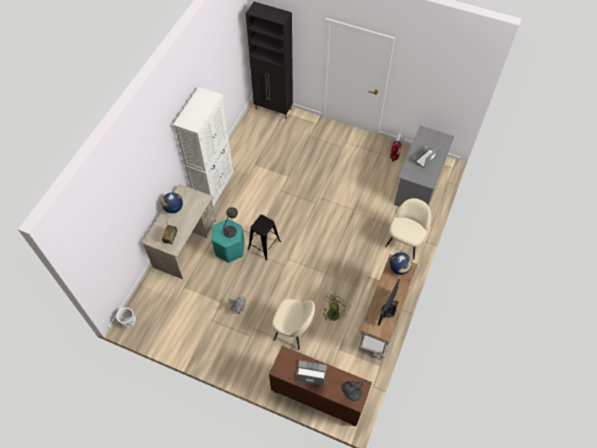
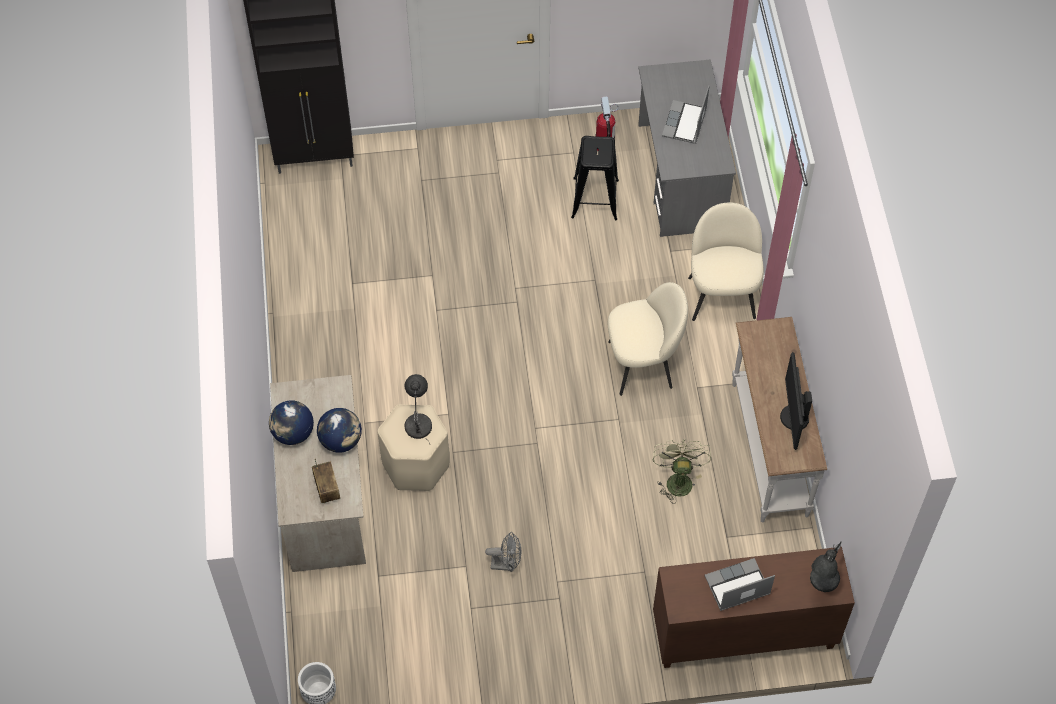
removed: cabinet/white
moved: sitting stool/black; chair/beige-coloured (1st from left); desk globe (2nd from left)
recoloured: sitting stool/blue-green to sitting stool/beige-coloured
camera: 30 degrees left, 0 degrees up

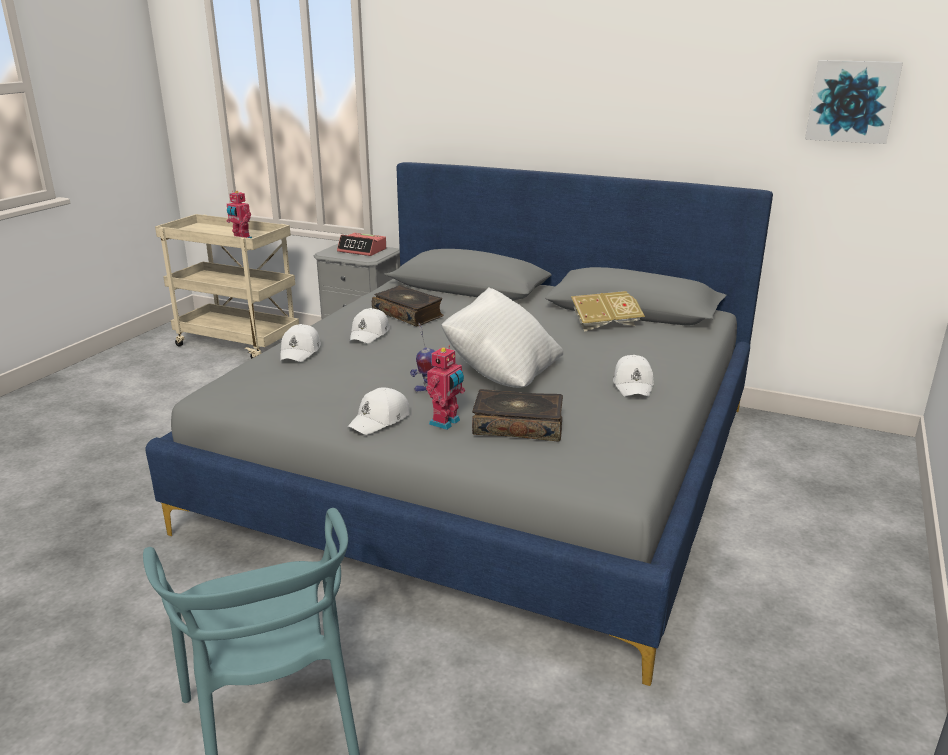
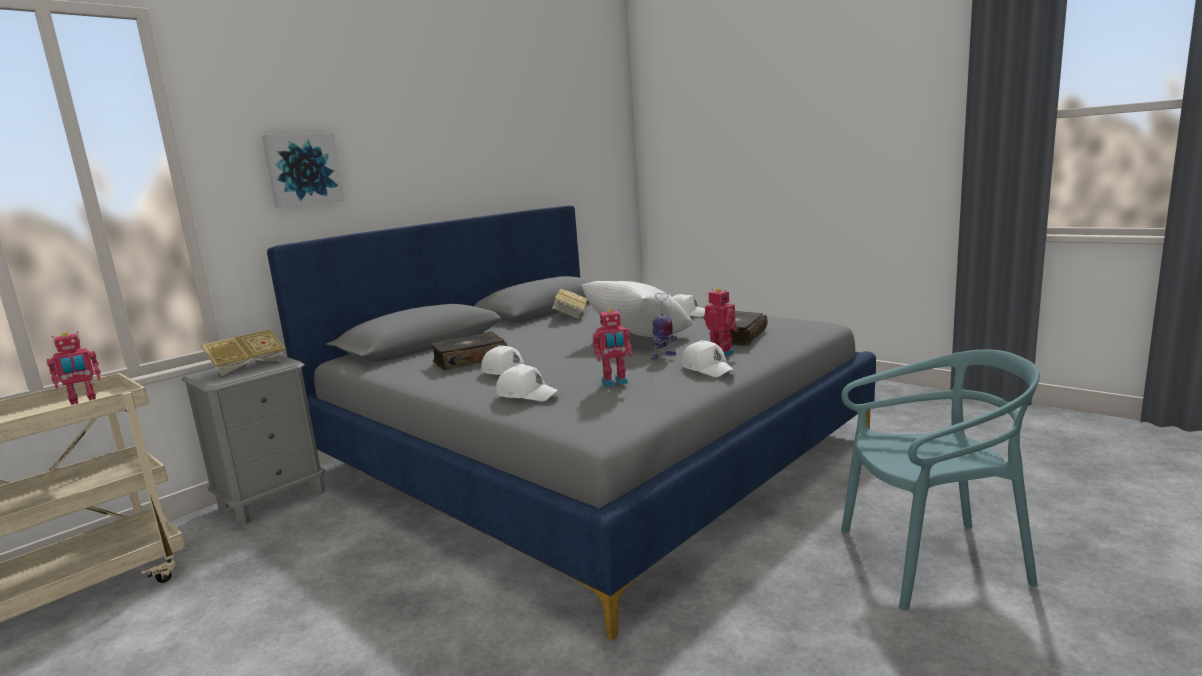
added: model robot (2nd from left)
moved: picture
replaced: alarm clock to book (1st from left)
camera: 70 degrees left, 10 degrees down

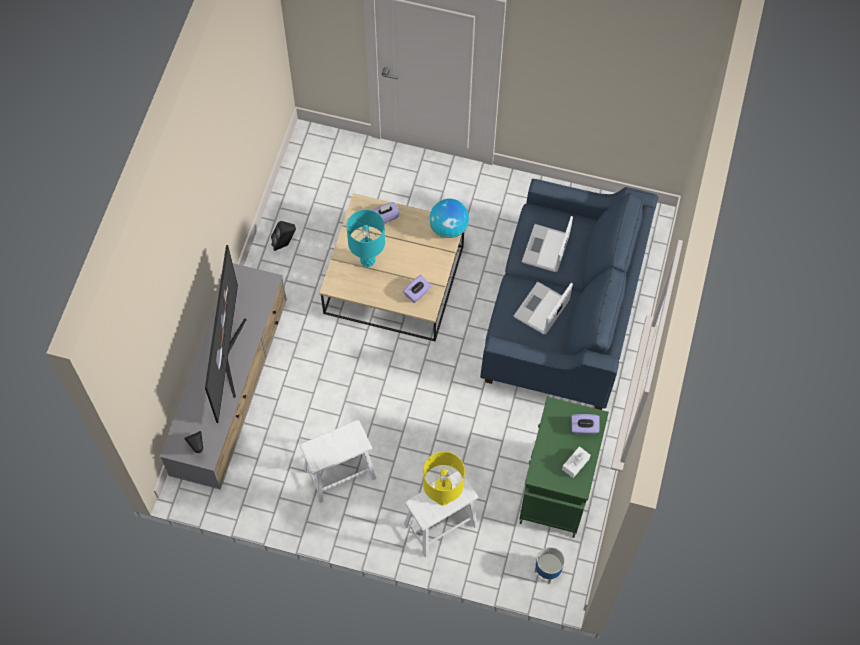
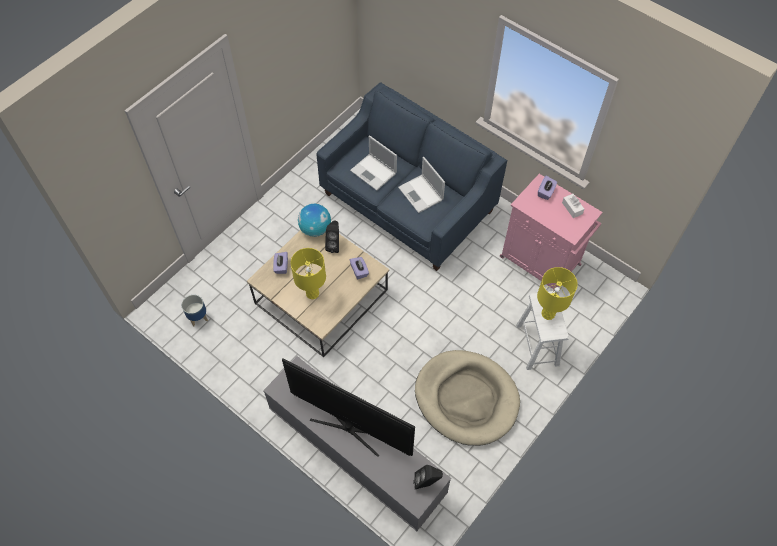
moved: speaker/black (2nd from left in the first image) to speaker/black (1st from left); planter
replaced: sitting stool/white (1st from left) to pet bed/beige-coloured
recoloured: lamp for a table/blue-green to lamp for a table/yellow (1st from left); cabinet/greenish to cabinet/pink
camera: 65 degrees left, 5 degrees down

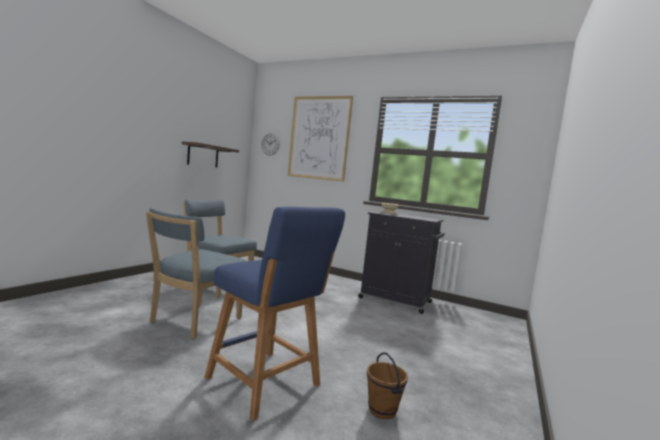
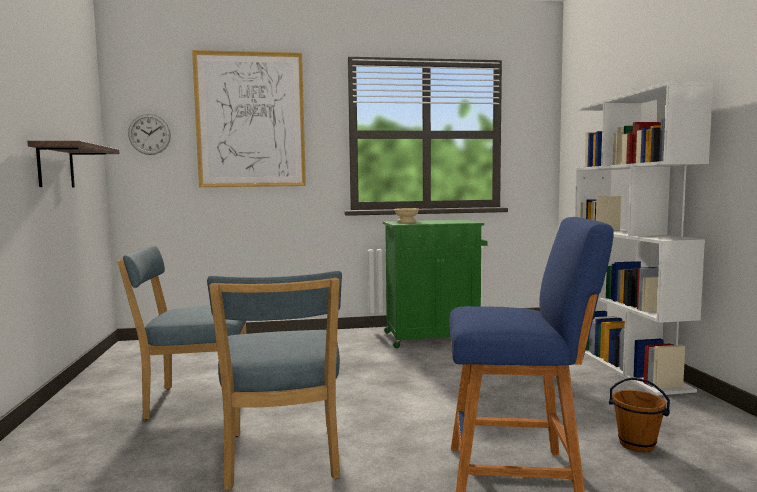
added: shelving unit/white
recoloured: cabinet/black to cabinet/greenish
camera: 35 degrees left, 0 degrees up

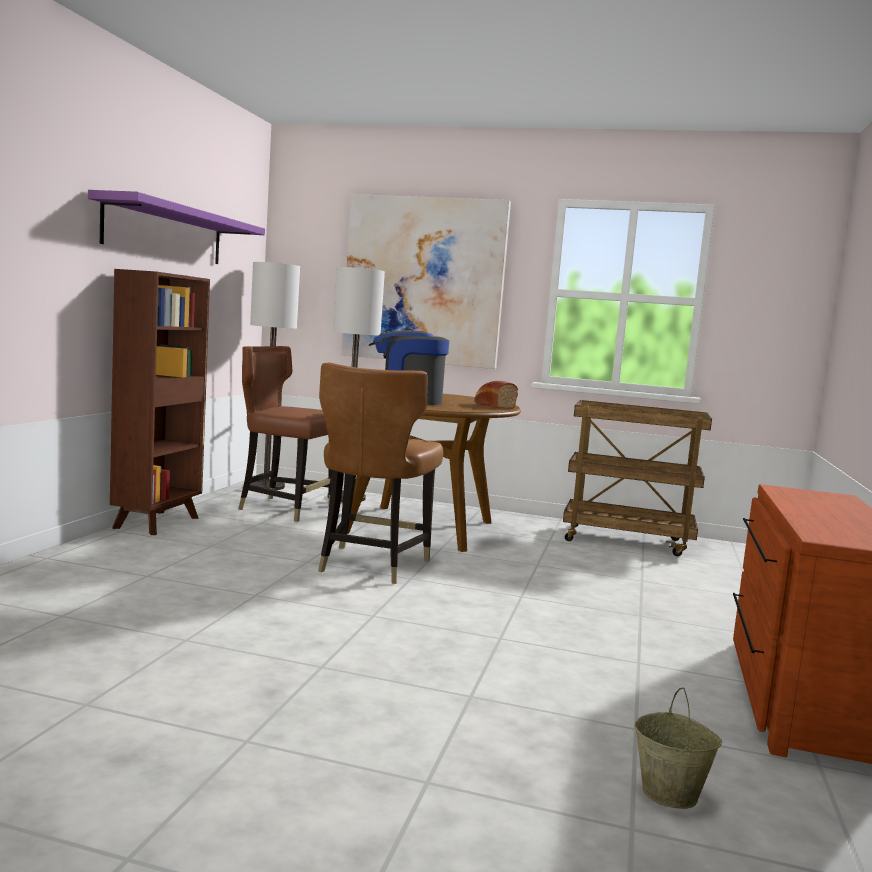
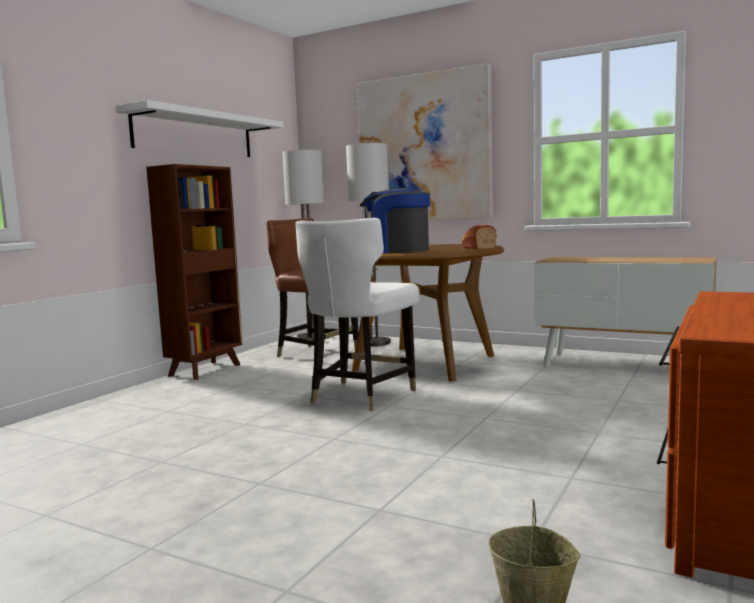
replaced: wheeled cart/brown-coloured to cabinet
recoloured: shelf/purplish to shelf/white; chair/brown-coloured (2nd from left) to chair/white
camera: 15 degrees right, 0 degrees up

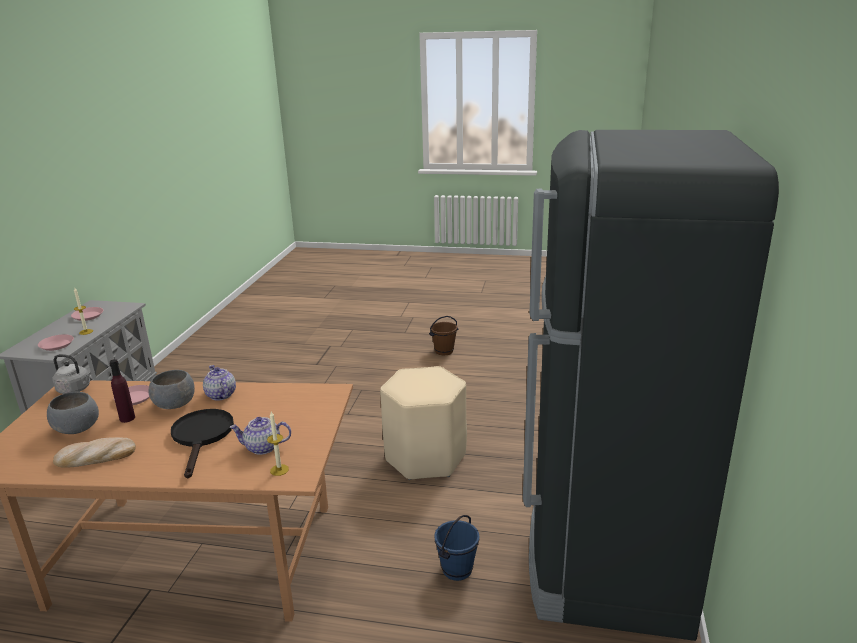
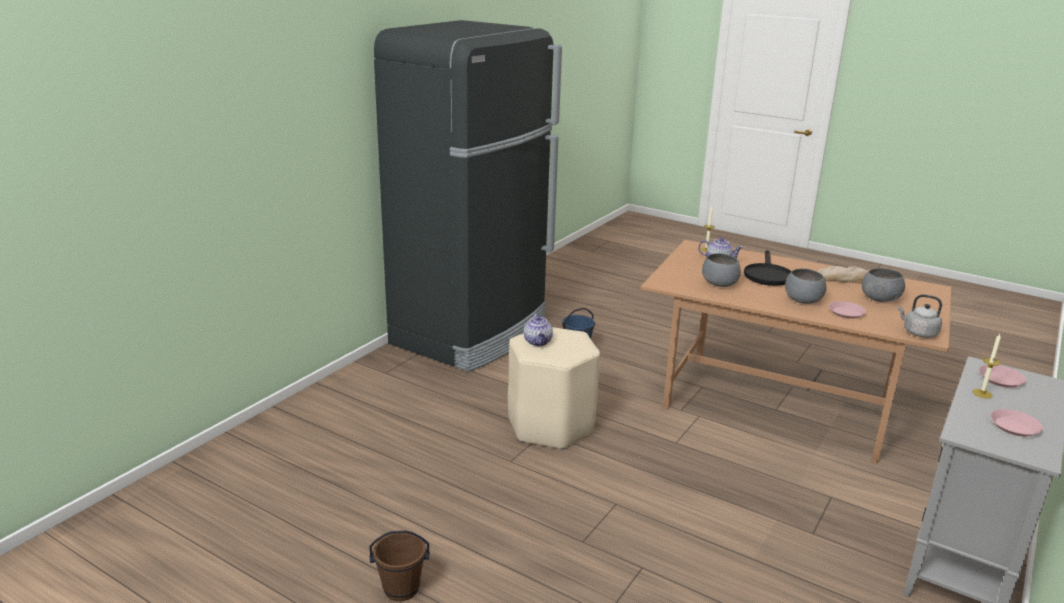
removed: bottle/purplish
added: deep dish/gray (1st from left)
moved: teapot (1st from left)
camera: 160 degrees left, 0 degrees up

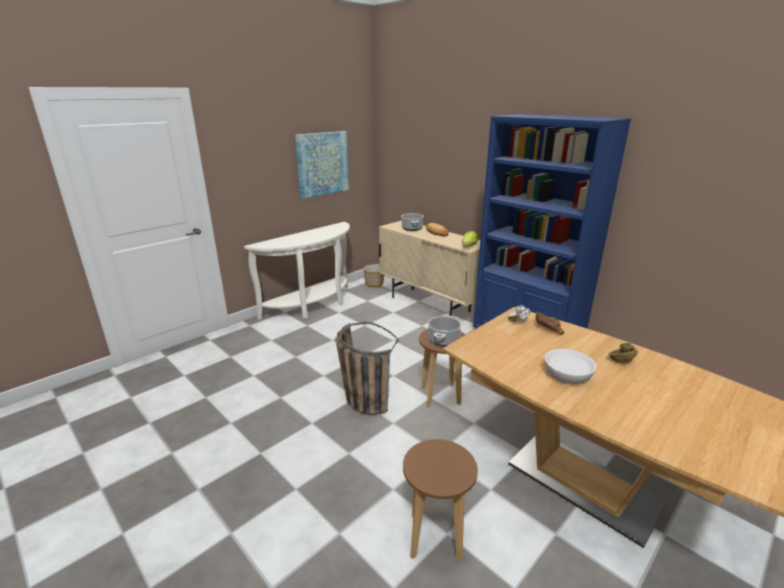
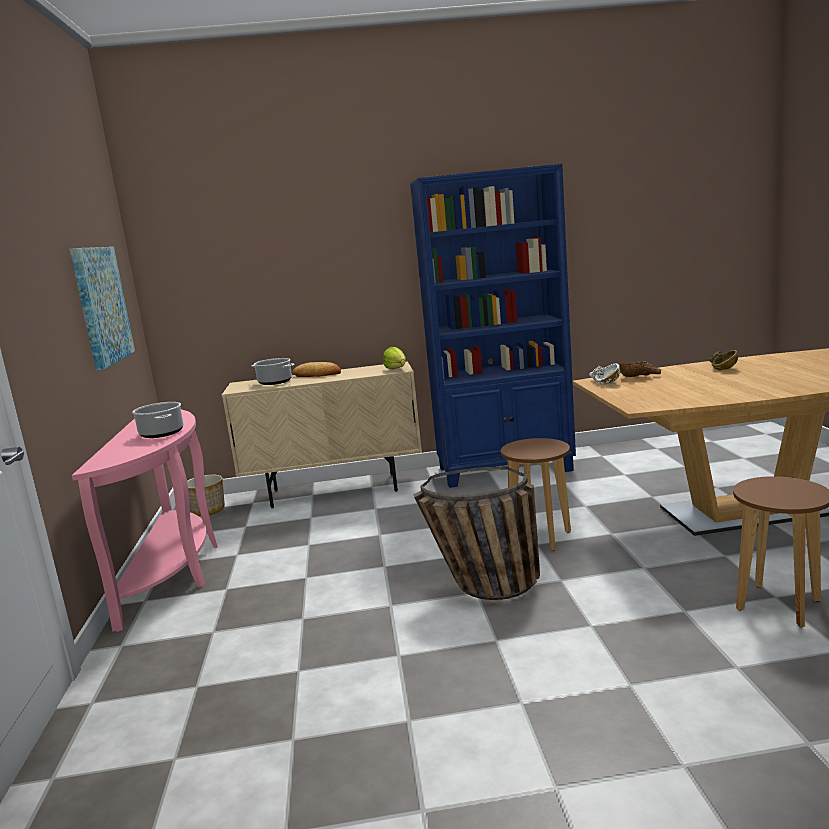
removed: deep dish/white (2nd from left)
moved: stockpot (2nd from left in the first image) to stockpot (1st from left)
recoloured: hall table/white to hall table/pink
camera: 50 degrees left, 10 degrees down

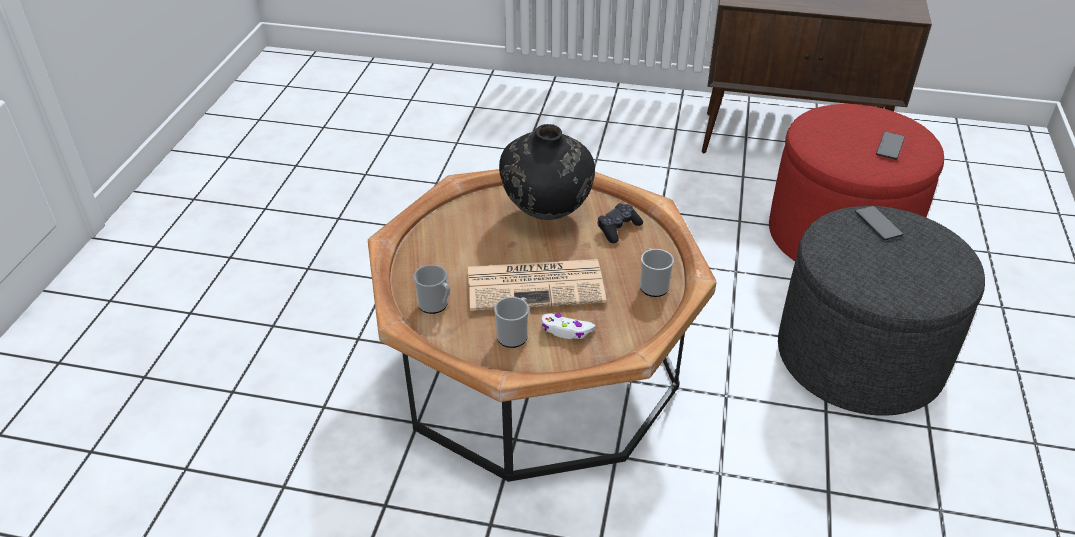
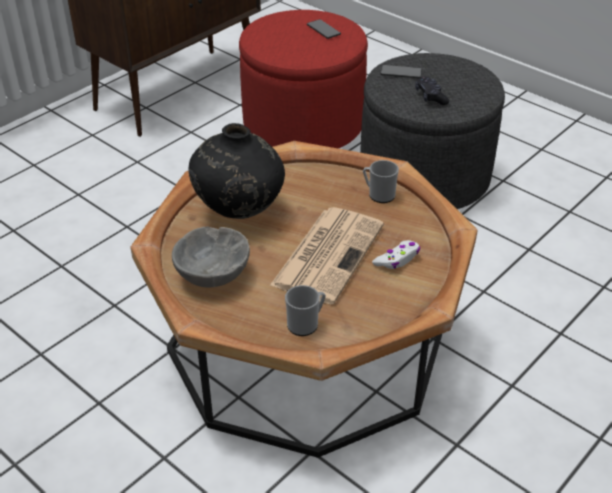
removed: coffee mug (2nd from left)
added: deep dish/gray
moved: joypad/black
camera: 60 degrees left, 0 degrees up

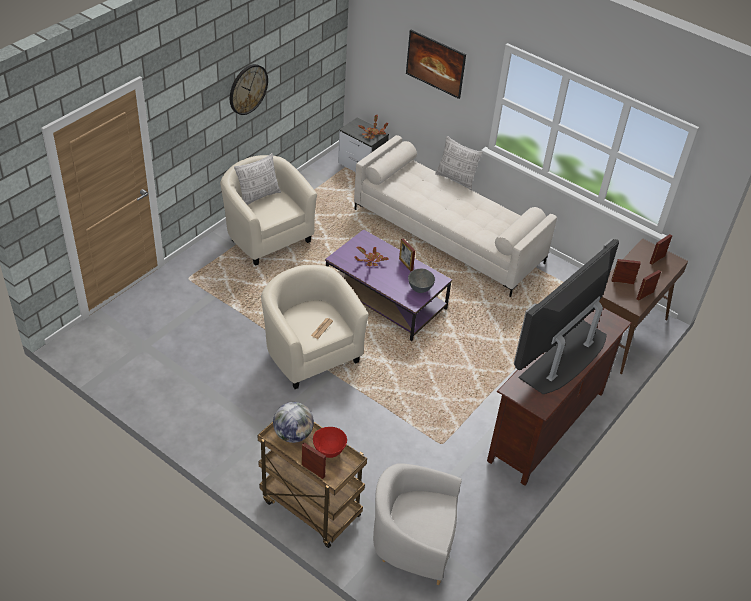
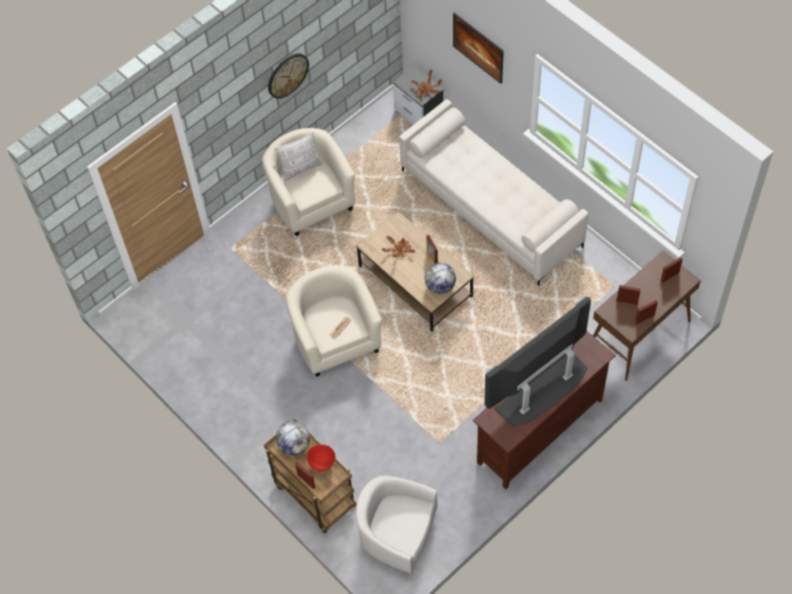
removed: pillow (2nd from left)
replaced: deep dish/gray to desk globe (2nd from left)
recoloured: coffee table/purplish to coffee table/brown-coloured
camera: 15 degrees right, 15 degrees up

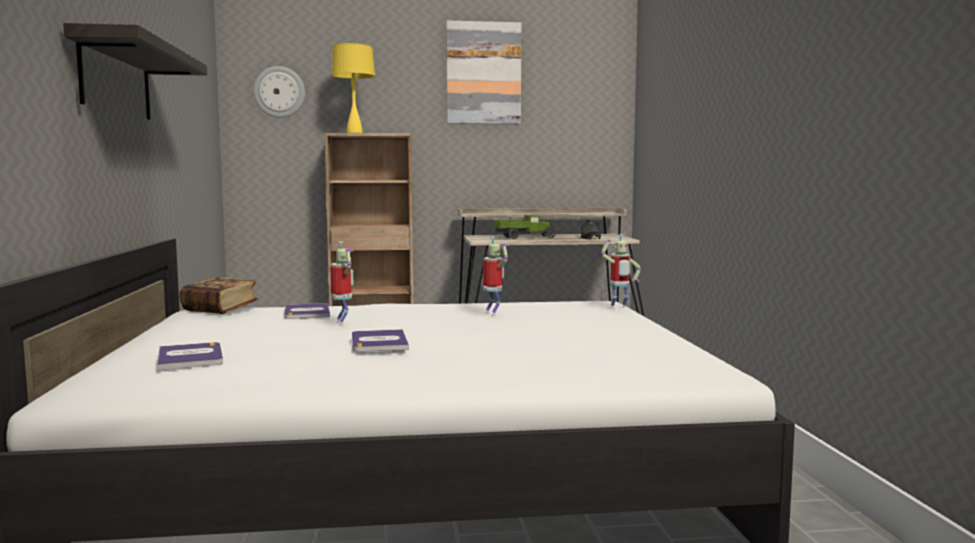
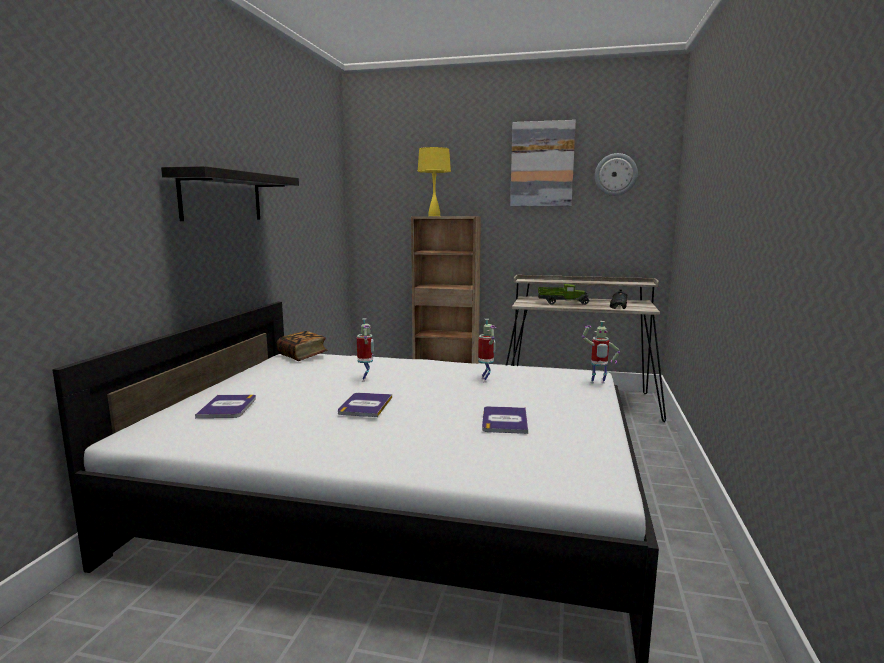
moved: wall clock; book (3rd from left in the first image) to book (4th from left)
camera: 20 degrees right, 5 degrees up

